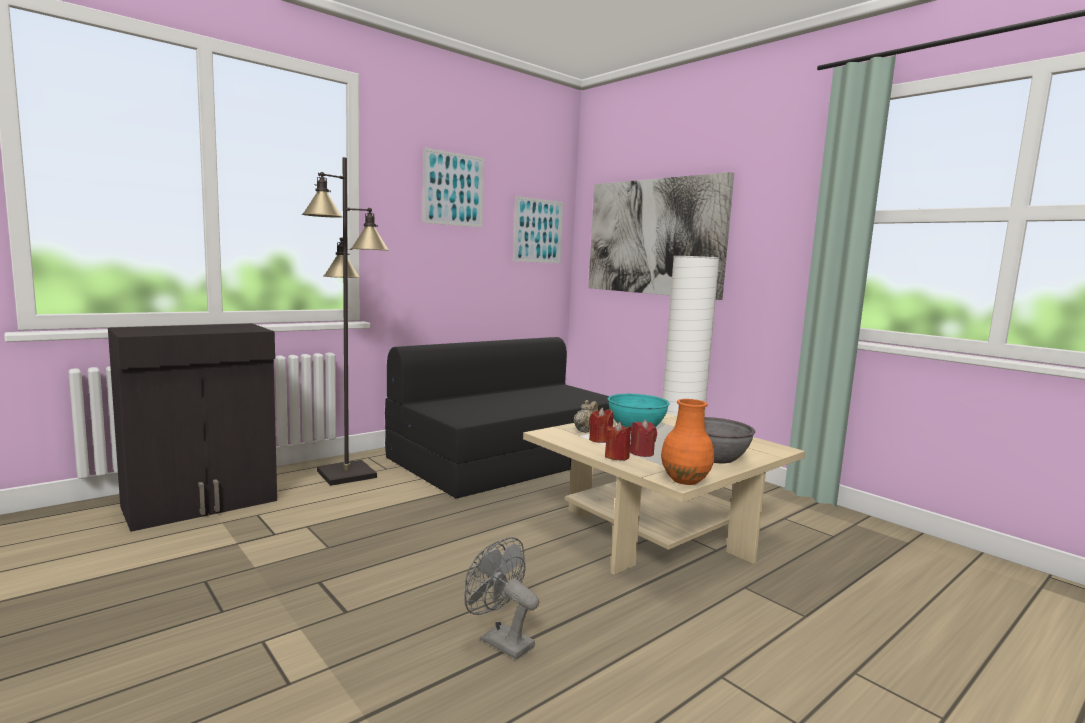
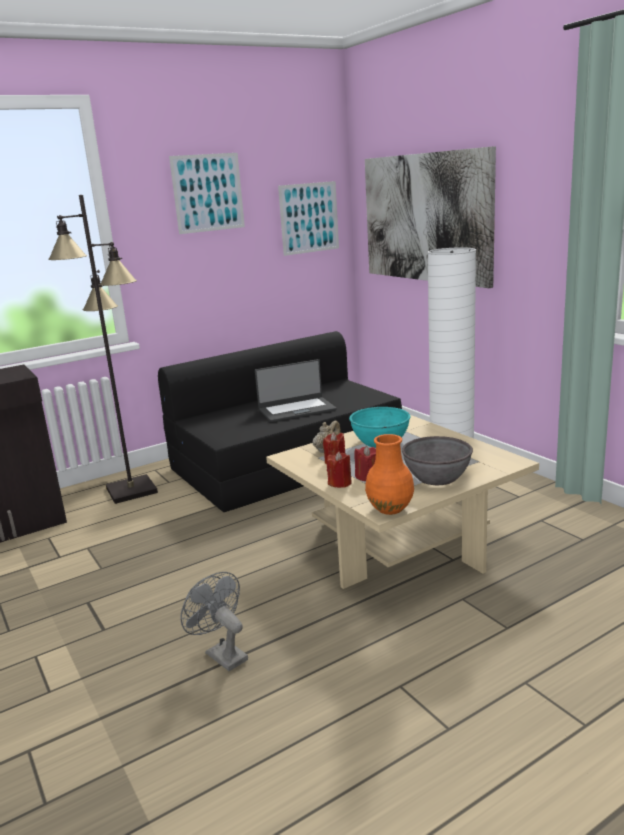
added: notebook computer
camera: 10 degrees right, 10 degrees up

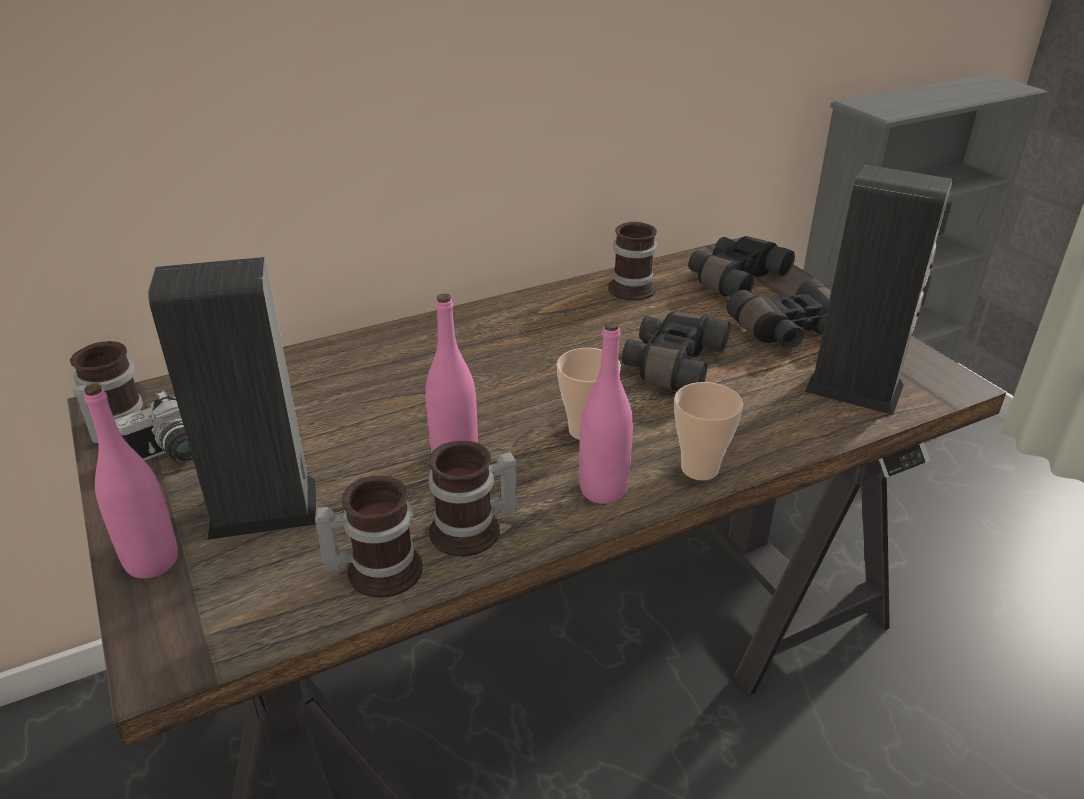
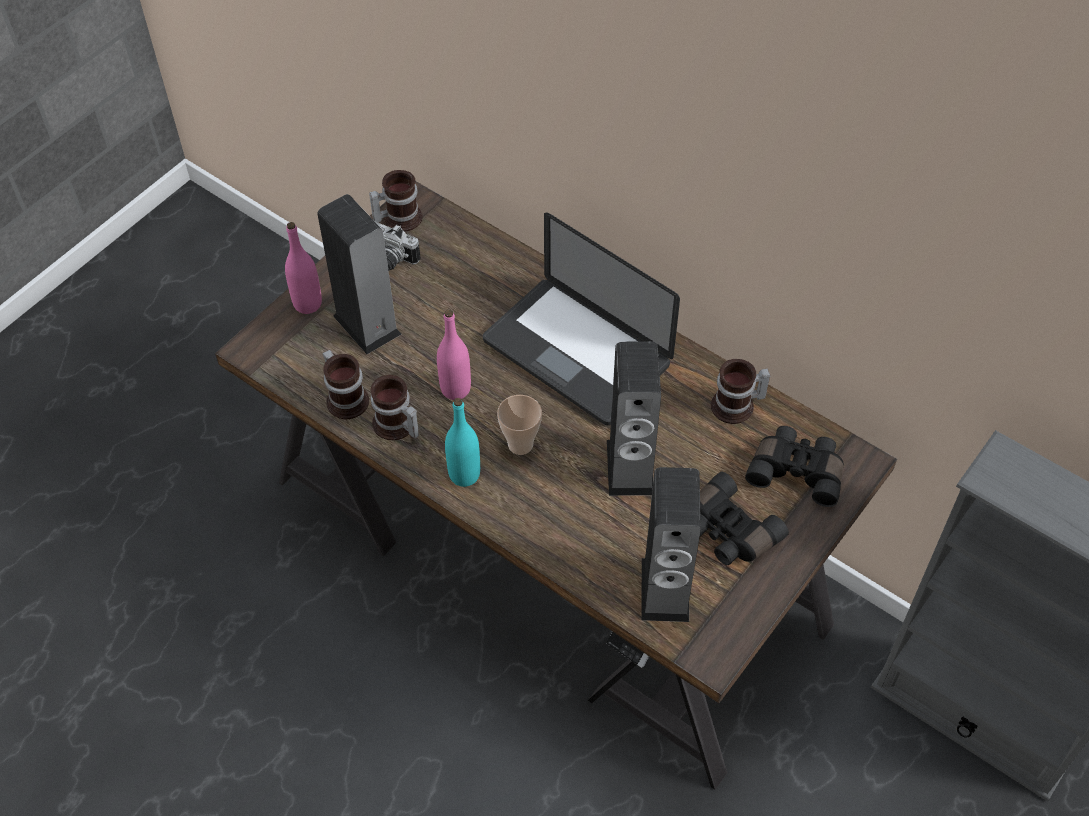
removed: small cup (2nd from left)
added: notebook computer
replaced: pair of binoculars/black (1st from left) to speaker (2nd from left)
recoloured: bottle/pink (3rd from left) to bottle/blue-green
camera: 65 degrees right, 20 degrees up

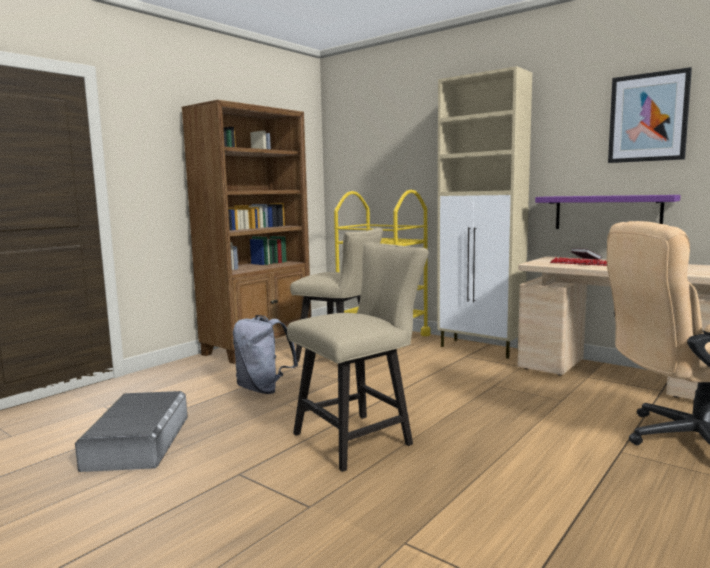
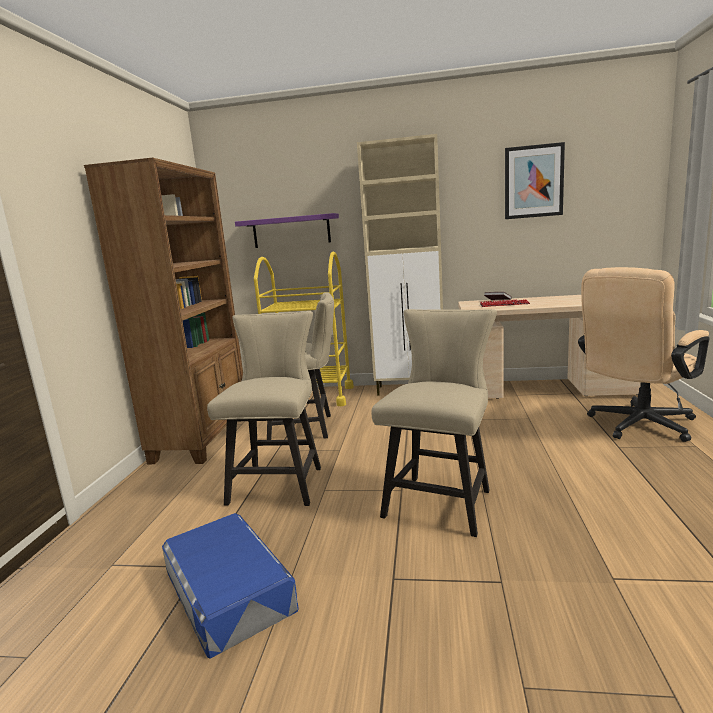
moved: shelf/purplish
replaced: knapsack/gray to chair/beige-coloured (1st from left)
recoloured: storage bin/gray to storage bin/blue-coloured
camera: 30 degrees left, 5 degrees up

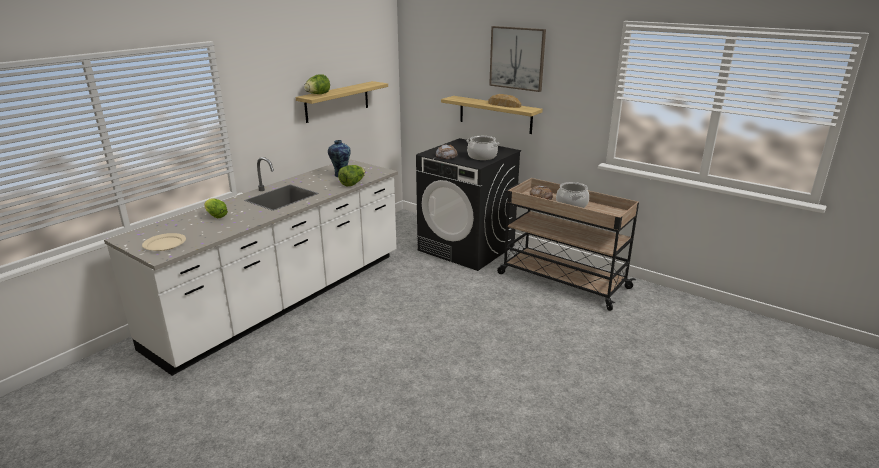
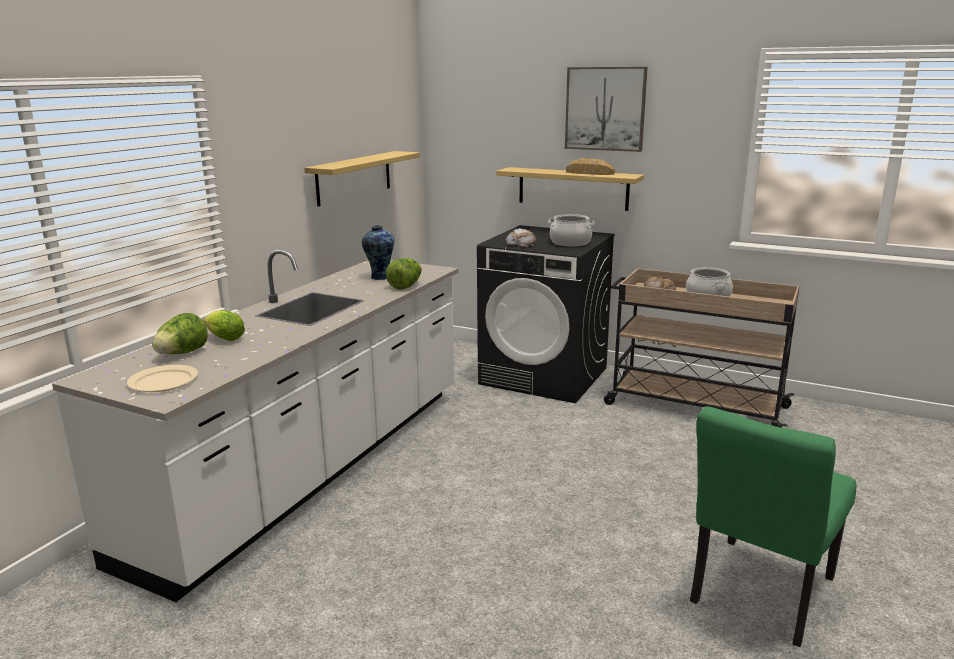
added: chair/greenish
moved: lettuce head (2nd from left in the first image) to lettuce head (1st from left)
camera: 10 degrees left, 5 degrees down

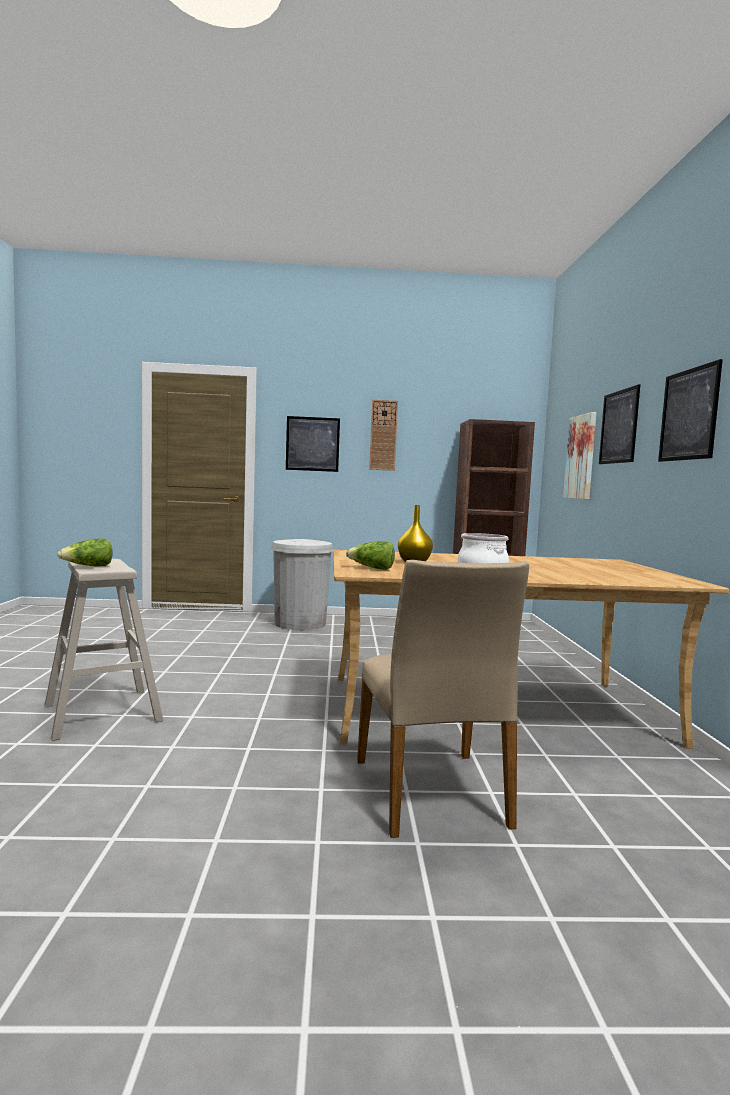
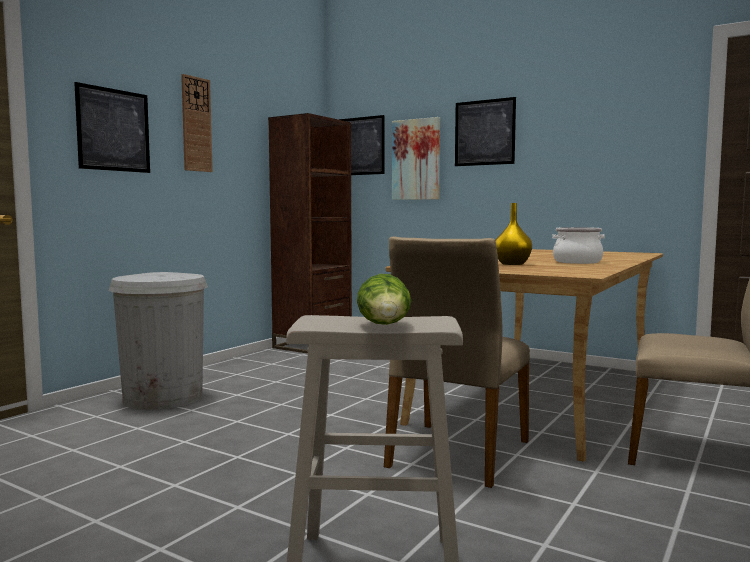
removed: lettuce head (2nd from left)
added: chair/beige-coloured (1st from left)
moved: picture (4th from left in the first image) to picture (2nd from left)
camera: 55 degrees left, 0 degrees up

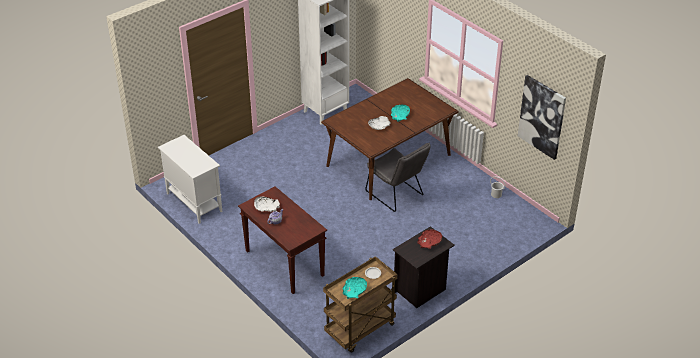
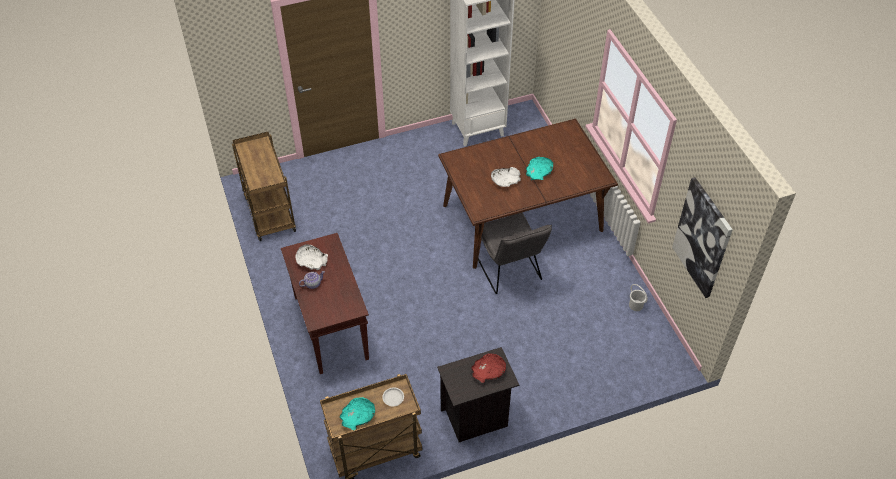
replaced: cabinet/white to wheeled cart/brown-coloured (1st from left)
camera: 20 degrees right, 10 degrees up

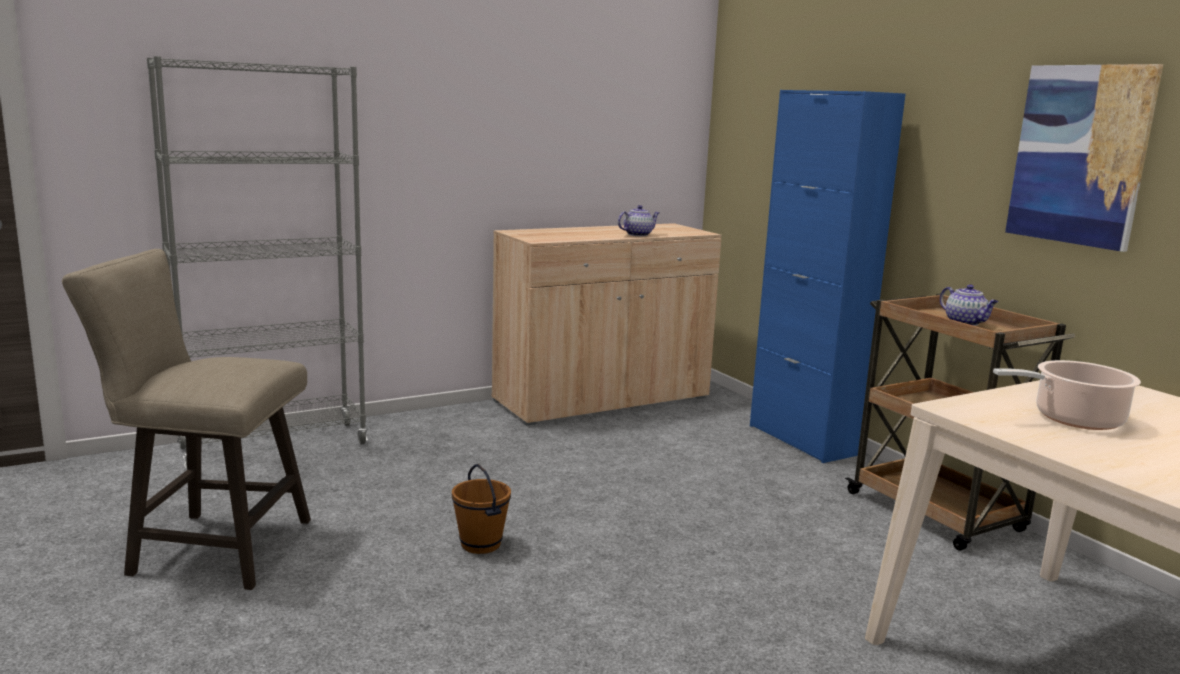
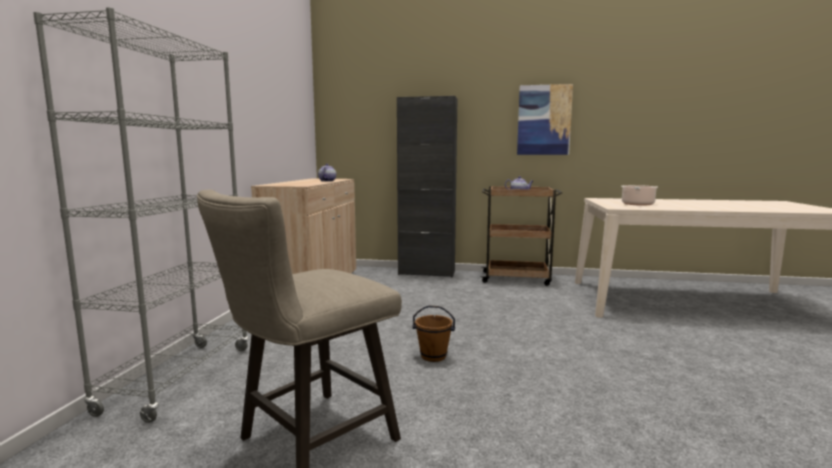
recoloured: cabinet/blue-coloured to cabinet/black
camera: 50 degrees left, 5 degrees down

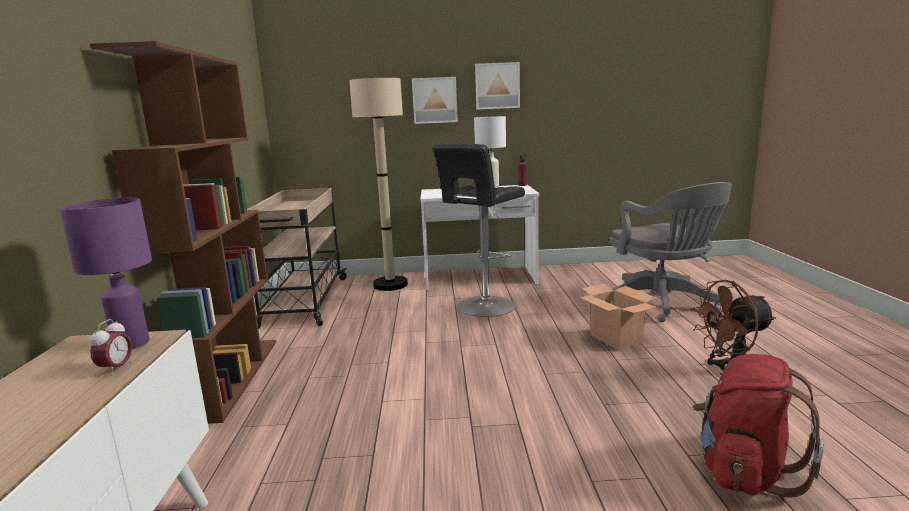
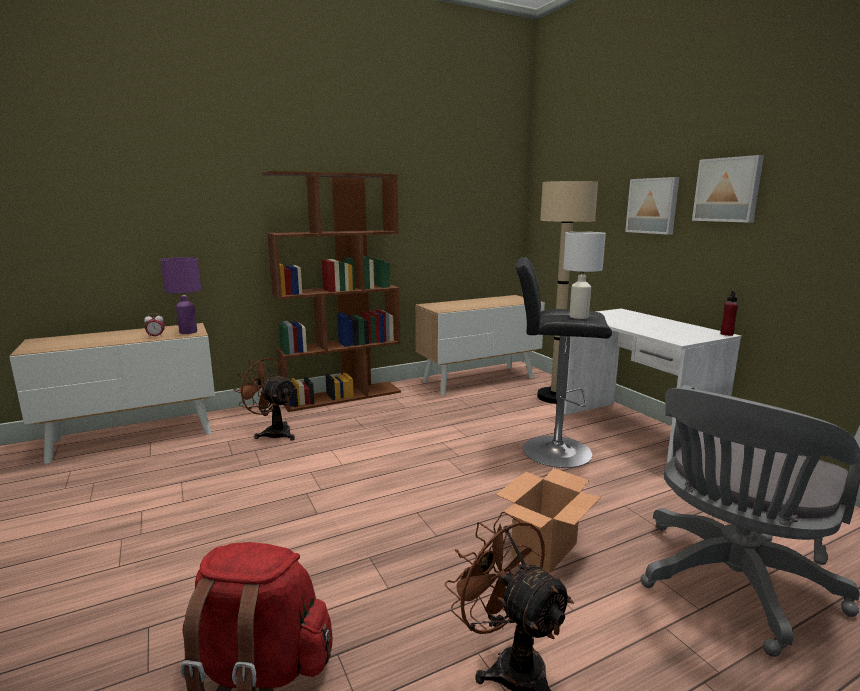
added: fan/brown-coloured (1st from left)
replaced: wheeled cart/beige-coloured to cabinet (2nd from left)
camera: 65 degrees right, 0 degrees up

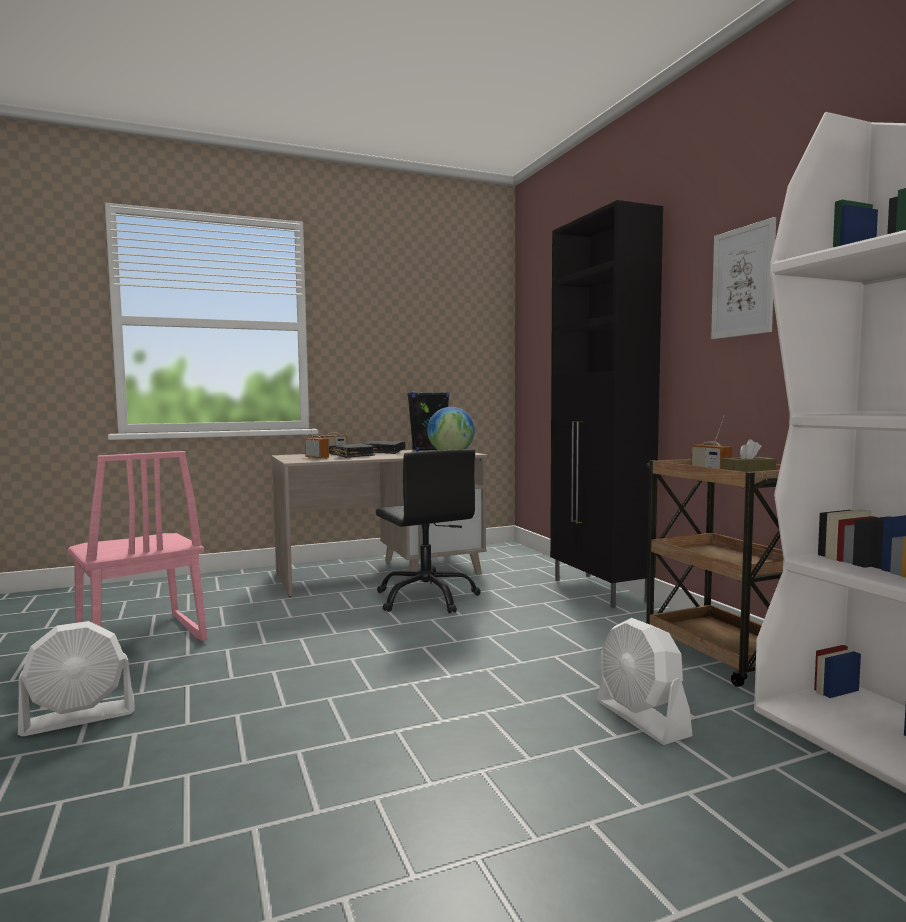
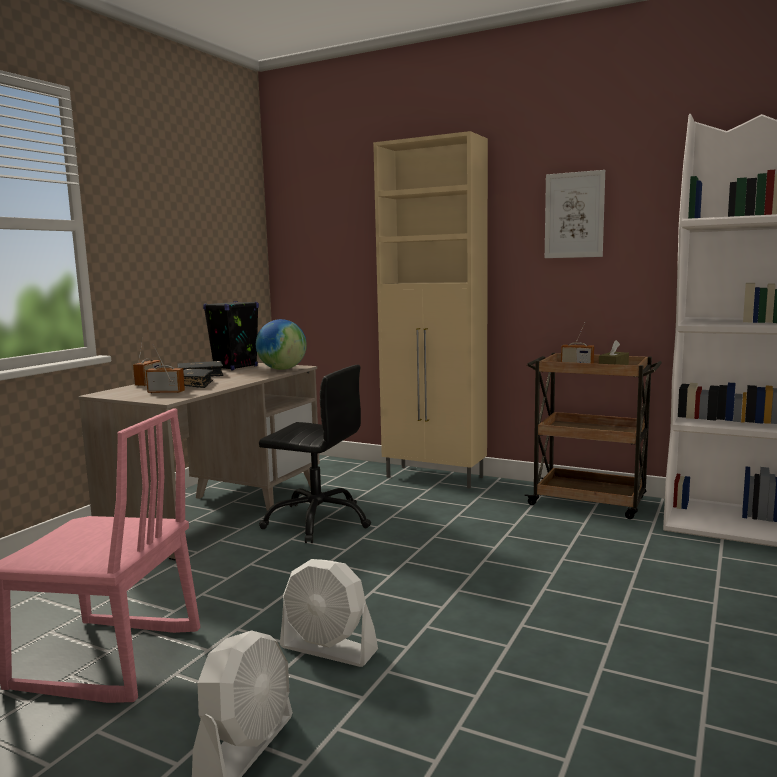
moved: fan/white (2nd from left)
recoloured: cabinet/black to cabinet/beige-coloured
camera: 40 degrees left, 5 degrees up

